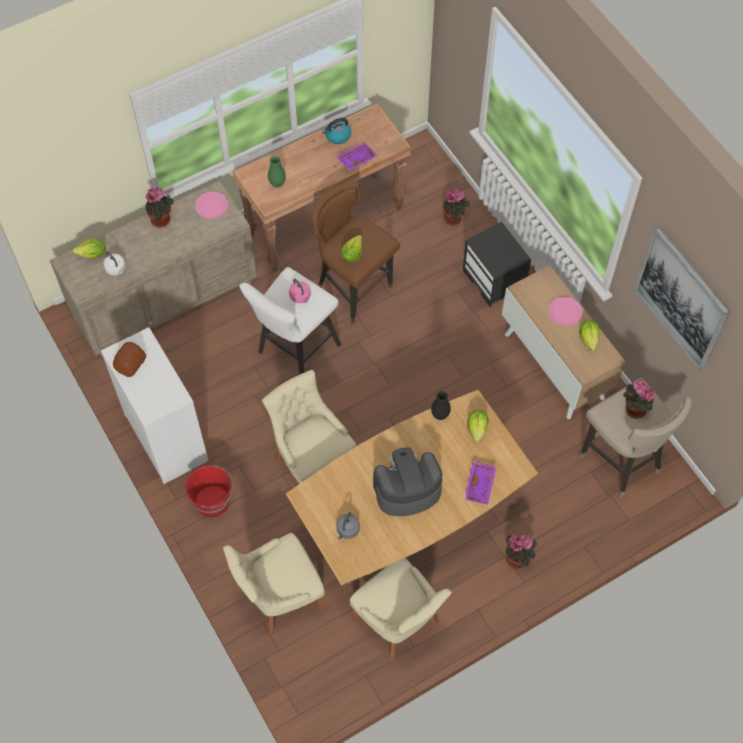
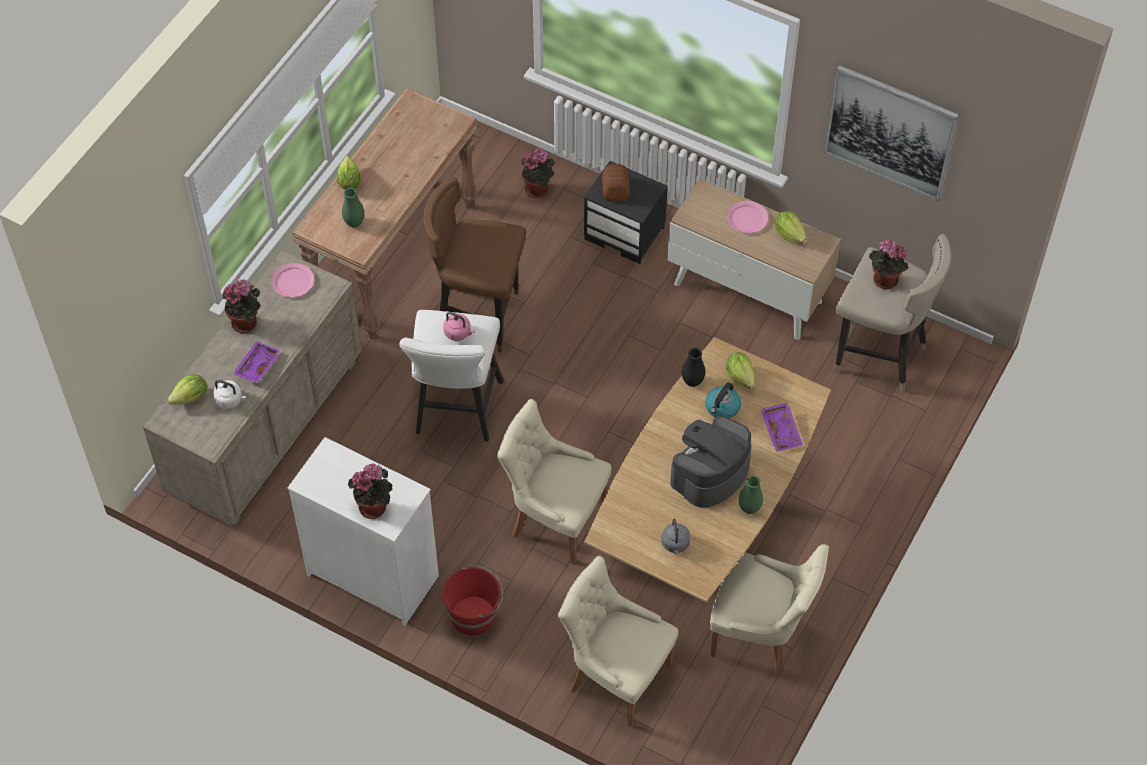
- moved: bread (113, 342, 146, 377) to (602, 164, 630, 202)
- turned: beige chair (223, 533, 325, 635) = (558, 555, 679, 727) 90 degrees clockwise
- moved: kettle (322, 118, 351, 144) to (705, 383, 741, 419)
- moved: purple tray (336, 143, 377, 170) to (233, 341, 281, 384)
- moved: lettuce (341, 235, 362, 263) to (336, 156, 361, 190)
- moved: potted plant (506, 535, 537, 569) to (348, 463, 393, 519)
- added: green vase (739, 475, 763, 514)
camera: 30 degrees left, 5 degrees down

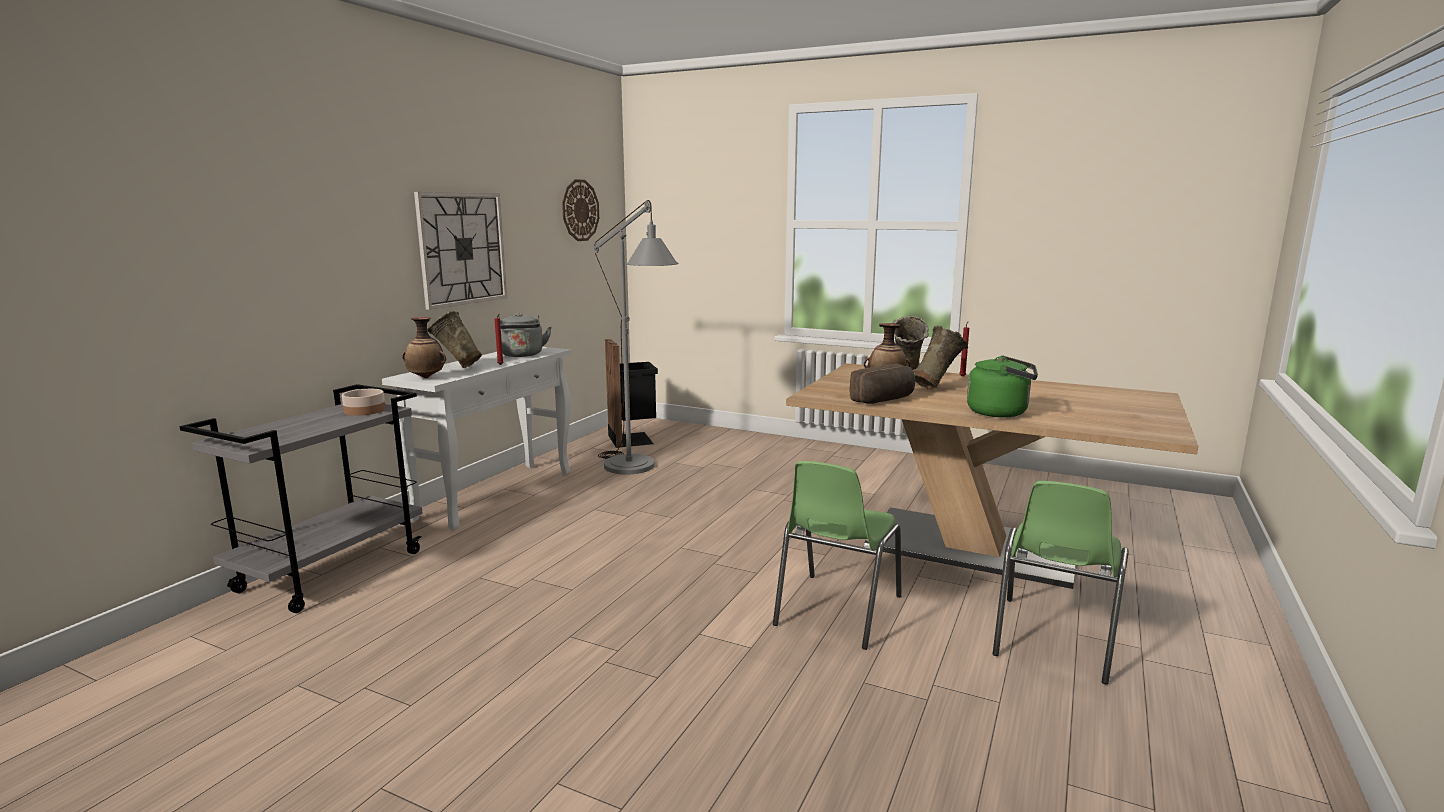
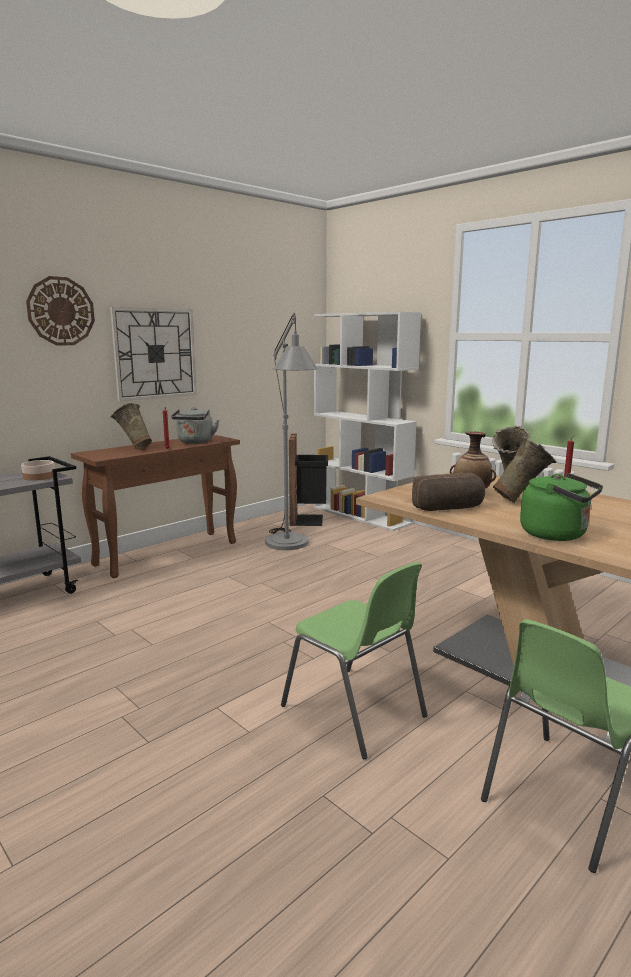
- recoloured: white console table (382, 347, 572, 530) to brown console table (71, 435, 240, 578)
- removed: vase (402, 317, 446, 378)
- moved: wall clock (562, 179, 599, 241) to (26, 276, 95, 346)
- turned: green chair (773, 461, 902, 650) = (281, 562, 428, 759) 90 degrees counterclockwise
- added: white bookcase (314, 312, 421, 531)
camera: 20 degrees right, 0 degrees up

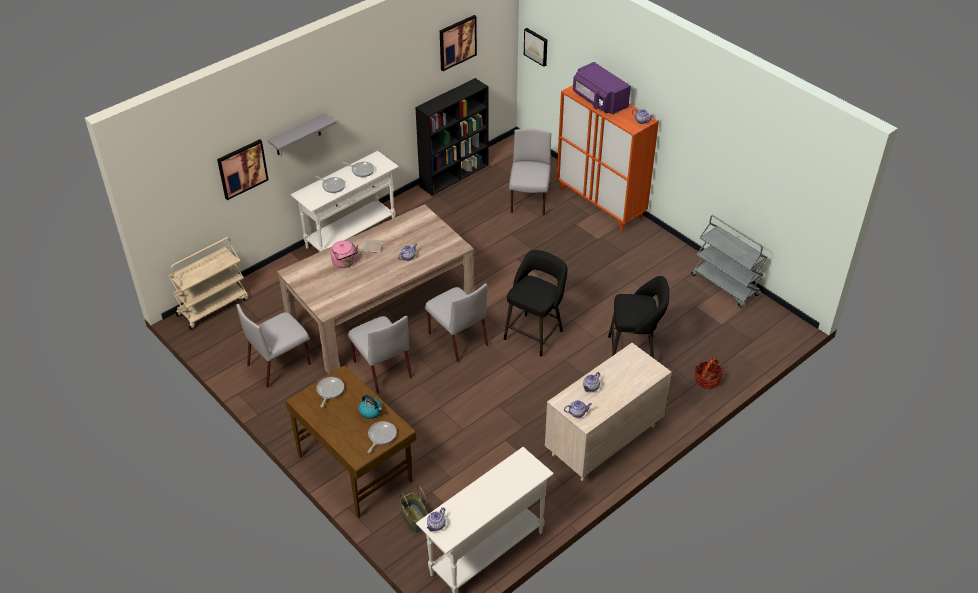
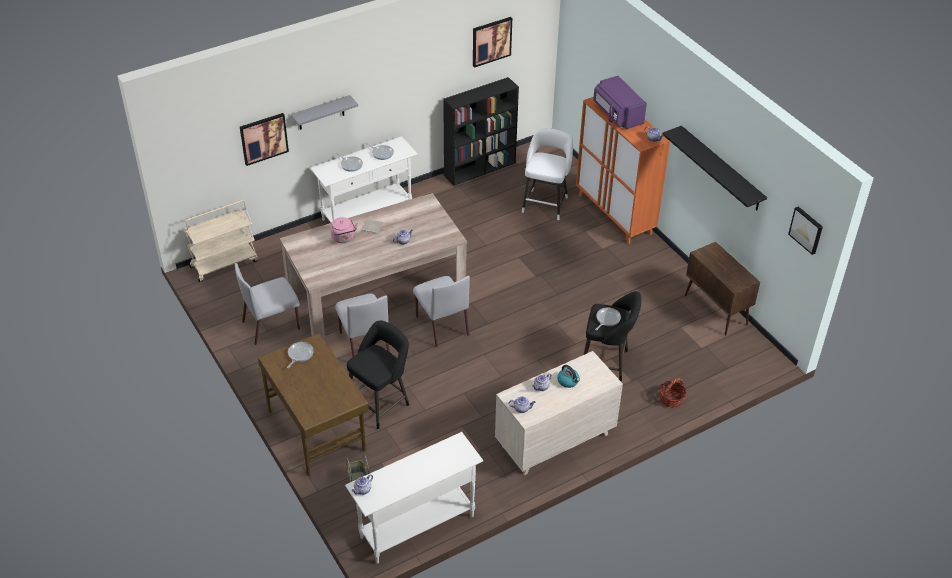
- moved: kettle (359, 395, 382, 419) to (557, 365, 580, 388)
- moved: frying pan (368, 421, 397, 453) to (595, 307, 621, 330)
- moved: black stool (504, 250, 567, 357) to (347, 320, 409, 429)
- replaced: grey chair (509, 129, 551, 216) to white stool (522, 128, 573, 220)
- moved: picture (524, 28, 547, 67) to (788, 207, 823, 255)
- replaced: grey cart (691, 215, 768, 307) to brown cabinet (685, 242, 760, 336)
- added: black shelf (662, 126, 767, 210)
camera: 10 degrees right, 0 degrees up

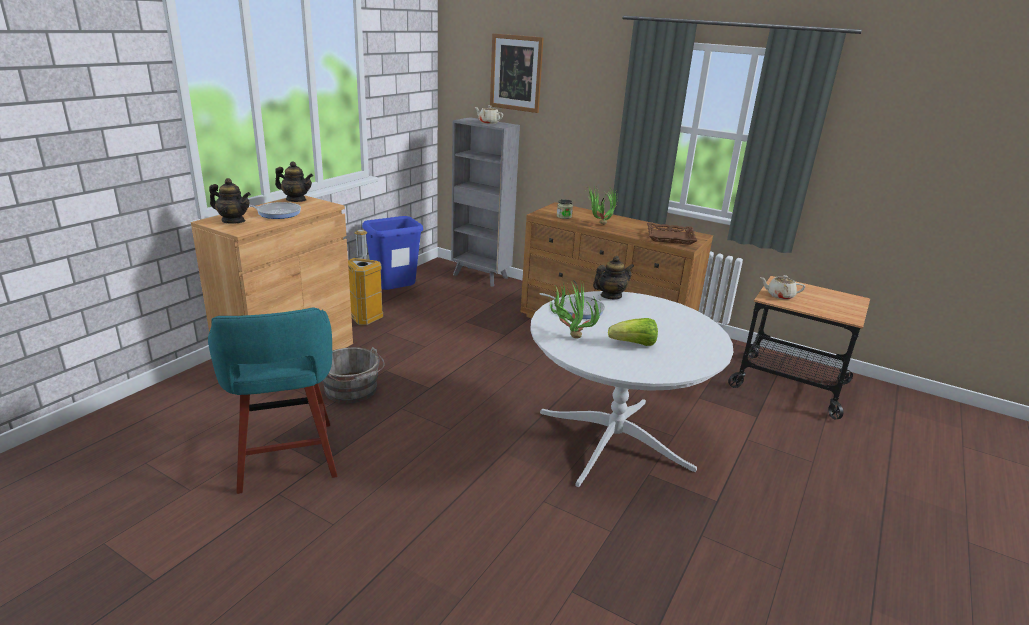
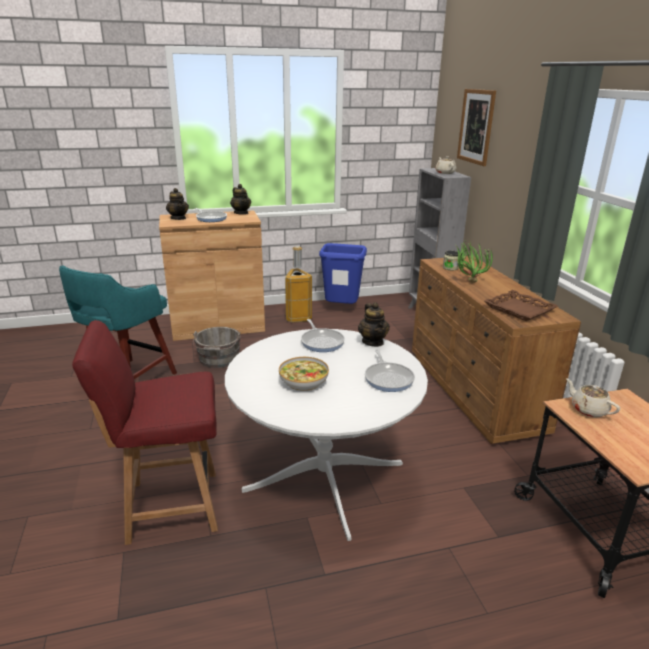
- removed: potted plant (549, 280, 601, 339)
- turned: teapot (593, 256, 634, 300) = (358, 302, 390, 347) 60 degrees clockwise
- replaced: lettuce (608, 318, 658, 346) to bowl (279, 357, 329, 391)
- added: red chair (72, 320, 218, 545)
- added: frying pan (365, 349, 415, 392)
camera: 45 degrees right, 0 degrees up

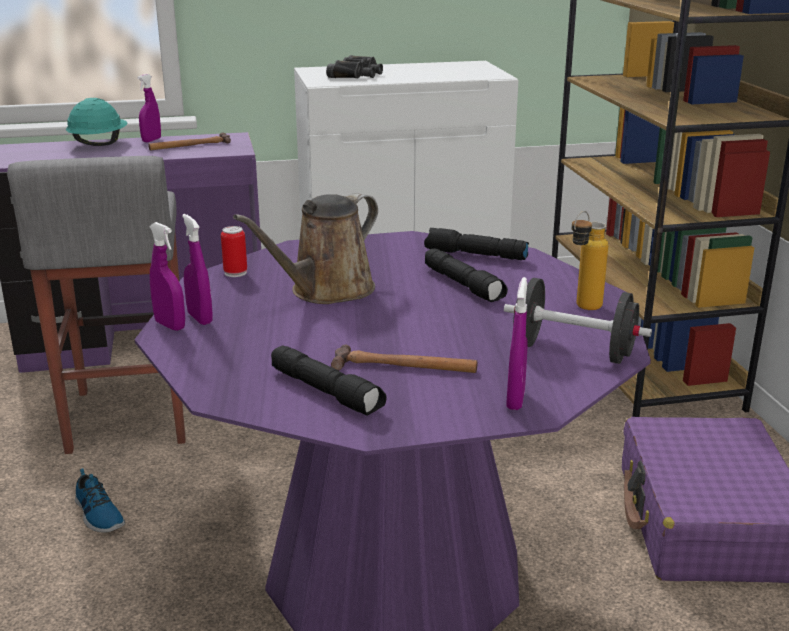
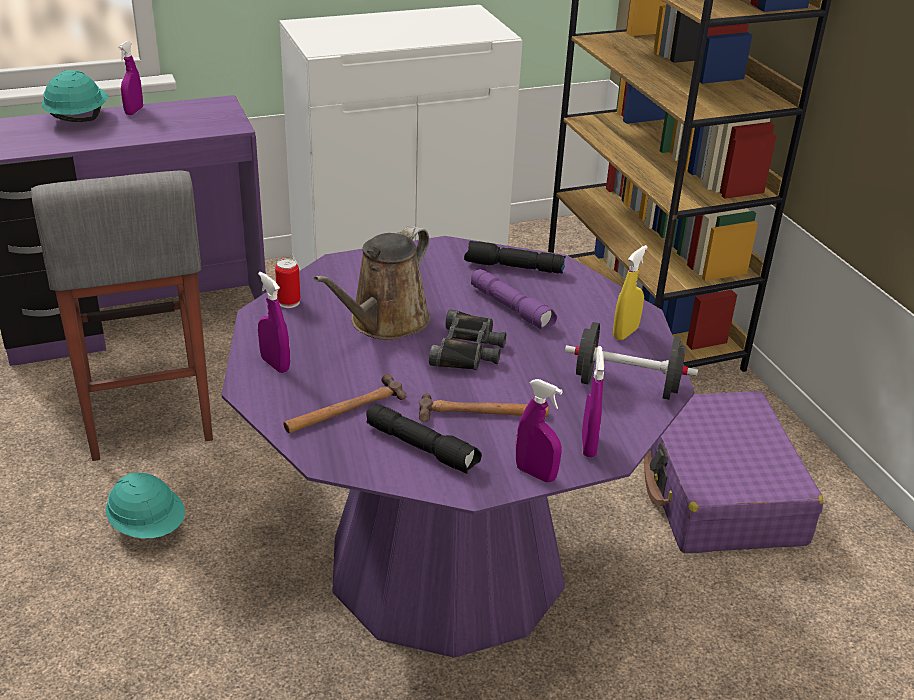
- replaced: shoe (75, 468, 125, 533) to turquoise hard hat (106, 472, 185, 538)
- moved: hammer (148, 132, 231, 151) to (284, 374, 406, 433)
- moved: purple spray bottle (149, 222, 185, 331) to (516, 379, 563, 482)
- moved: black binoculars (326, 55, 383, 78) to (429, 309, 506, 370)
- recoloured: black flashlight (425, 248, 508, 302) to purple flashlight (471, 269, 557, 330)
- replaced: bottle (571, 211, 608, 310) to yellow spray bottle (613, 245, 648, 340)
camera: 10 degrees left, 10 degrees up

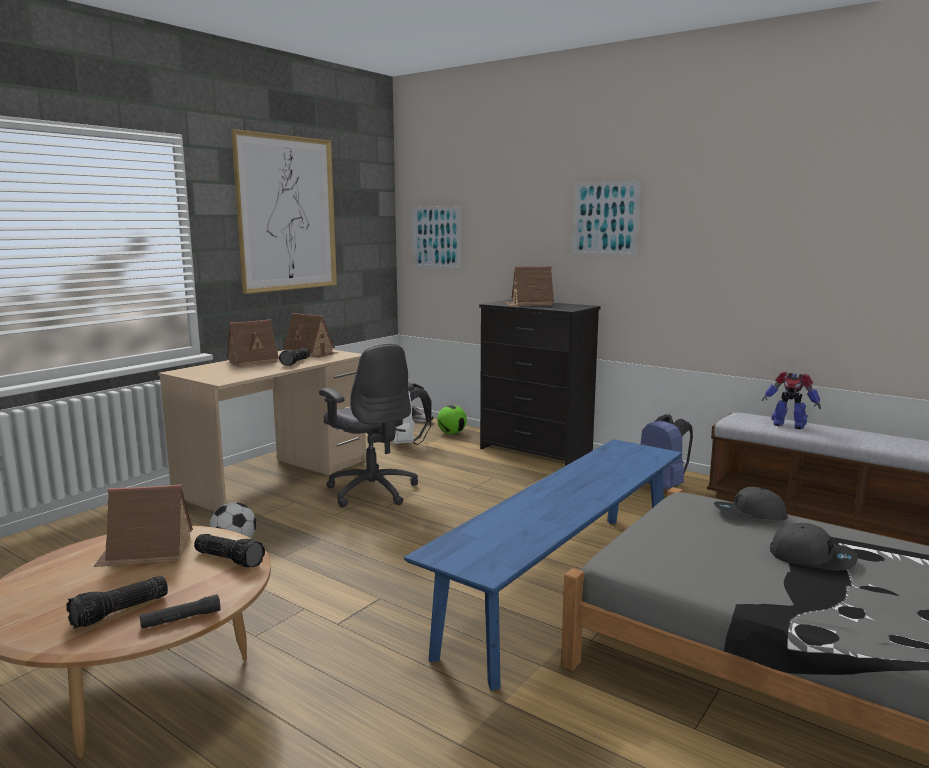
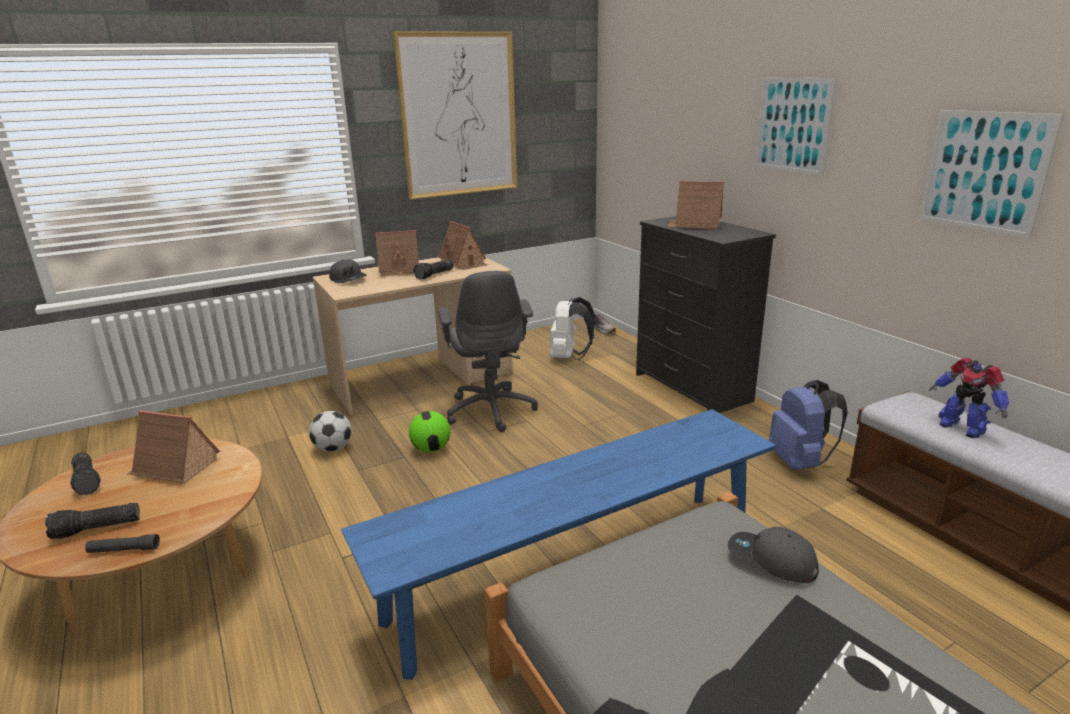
- moved: flashlight (194, 534, 265, 568) to (71, 452, 101, 495)
- moved: picture (413, 206, 461, 269) to (919, 110, 1064, 238)
- moved: football (437, 405, 467, 434) to (409, 411, 450, 453)
- moved: grey cap (770, 523, 858, 570) to (329, 260, 366, 283)
camera: 25 degrees right, 10 degrees up

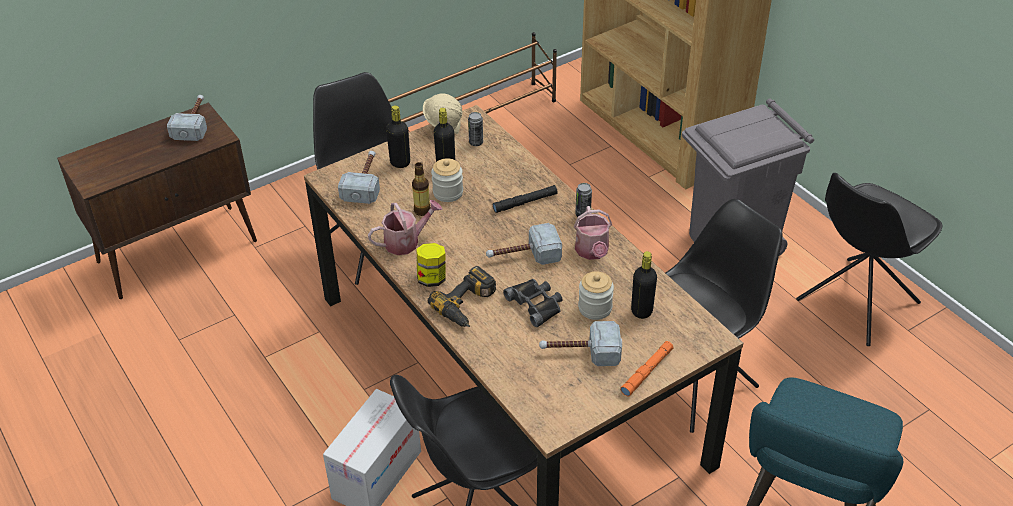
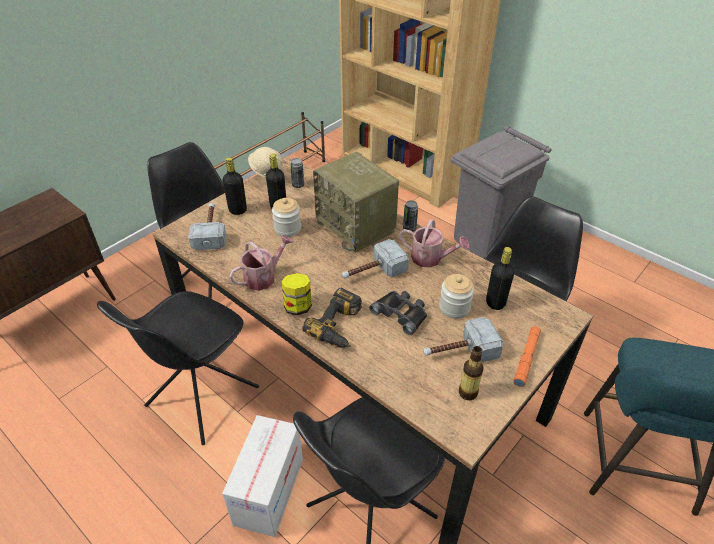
- removed: hammer (167, 95, 207, 141)
- moved: bottle (412, 162, 431, 216) to (459, 346, 484, 400)
- replaced: black flashlight (493, 185, 558, 213) to radio (313, 152, 399, 253)
- turned: watering can (574, 206, 612, 260) = (399, 220, 469, 268) 45 degrees counterclockwise
- moved: black chair (796, 173, 942, 346) to (97, 291, 259, 445)
camera: 15 degrees left, 0 degrees up

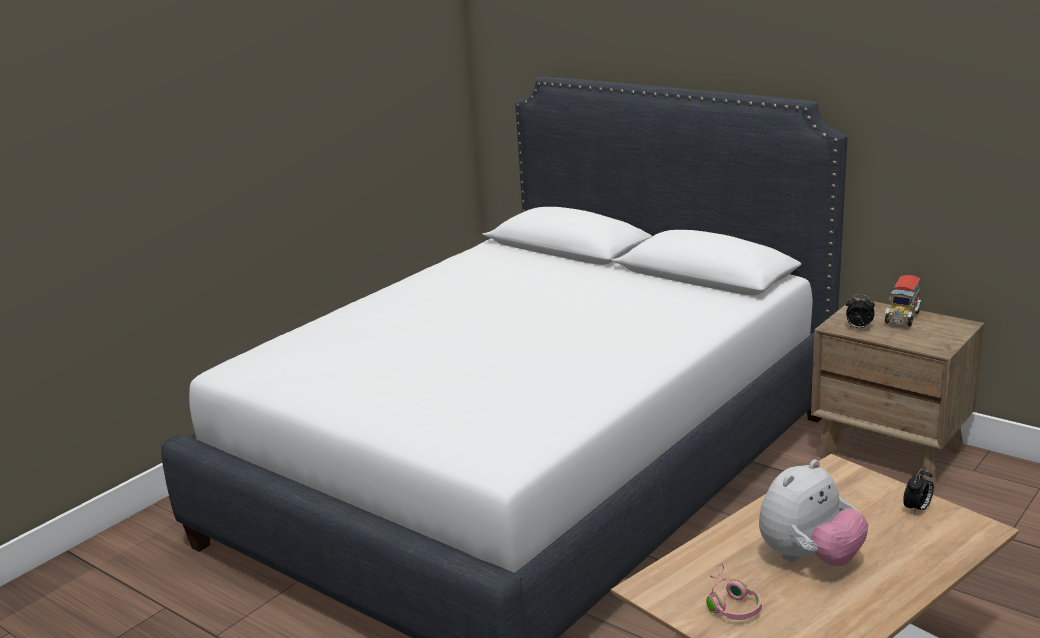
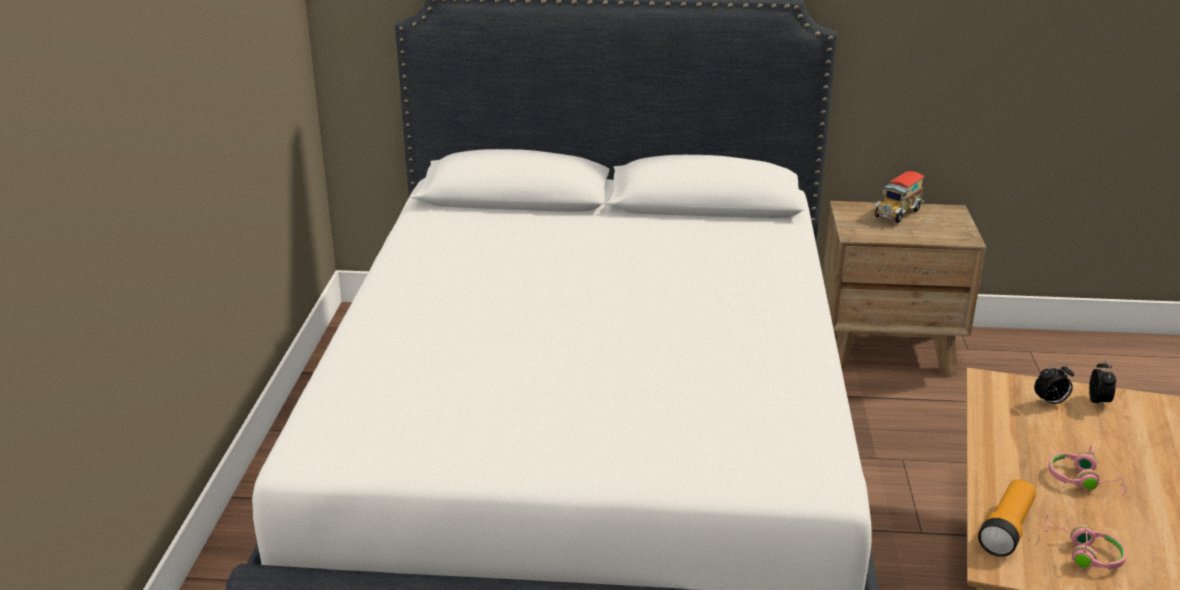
- replaced: plush toy (759, 460, 868, 566) to pink headphones (1048, 445, 1126, 495)
- moved: alarm clock (846, 294, 875, 329) to (1034, 363, 1074, 405)
- turned: toy truck (885, 275, 922, 327) = (874, 171, 925, 223) 45 degrees clockwise
- added: flashlight (978, 479, 1036, 557)
camera: 35 degrees left, 5 degrees up

